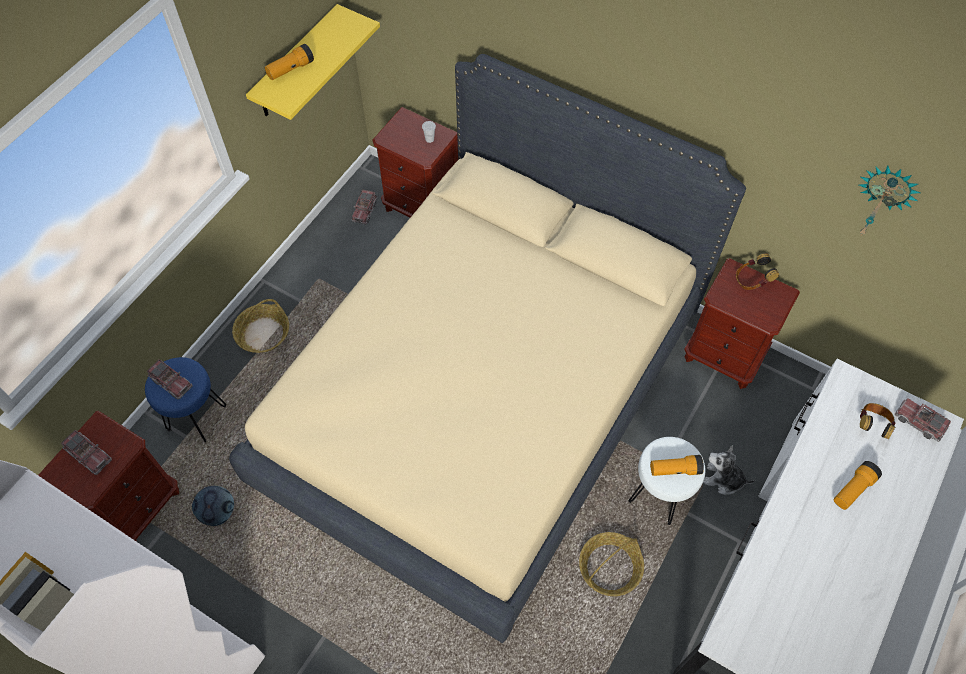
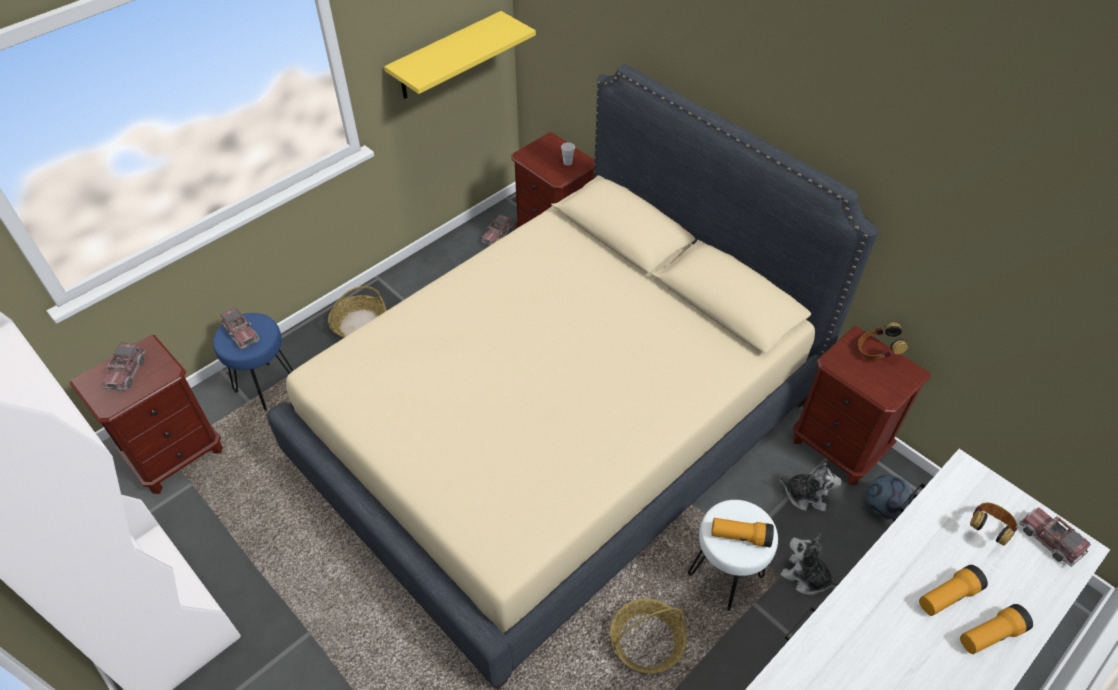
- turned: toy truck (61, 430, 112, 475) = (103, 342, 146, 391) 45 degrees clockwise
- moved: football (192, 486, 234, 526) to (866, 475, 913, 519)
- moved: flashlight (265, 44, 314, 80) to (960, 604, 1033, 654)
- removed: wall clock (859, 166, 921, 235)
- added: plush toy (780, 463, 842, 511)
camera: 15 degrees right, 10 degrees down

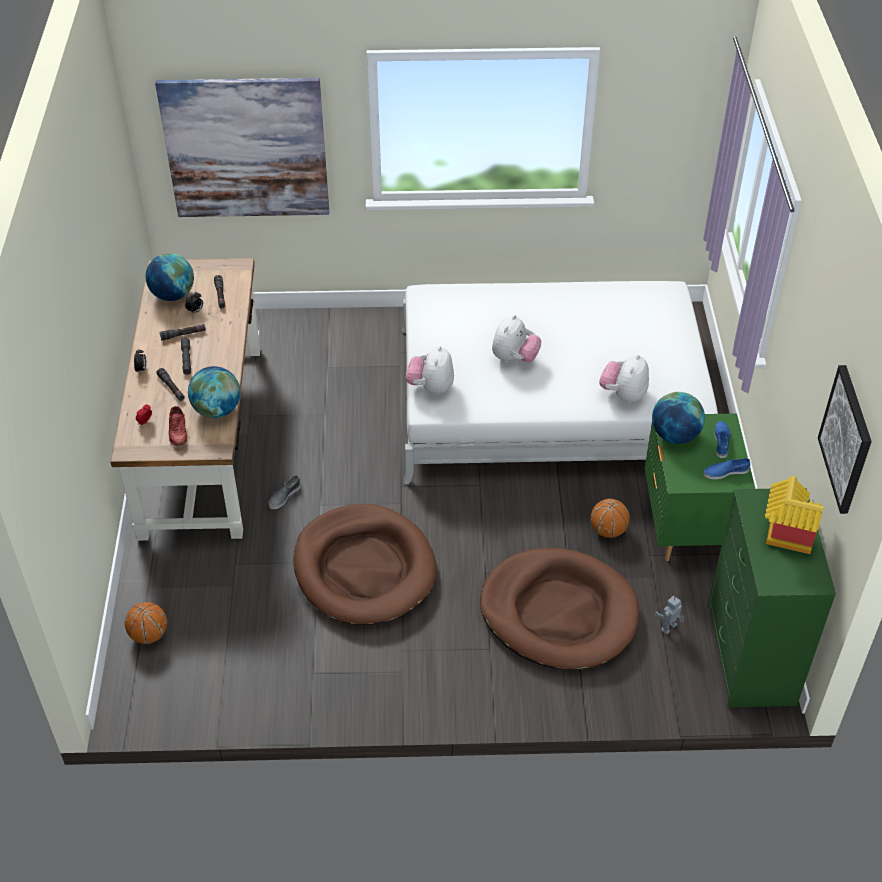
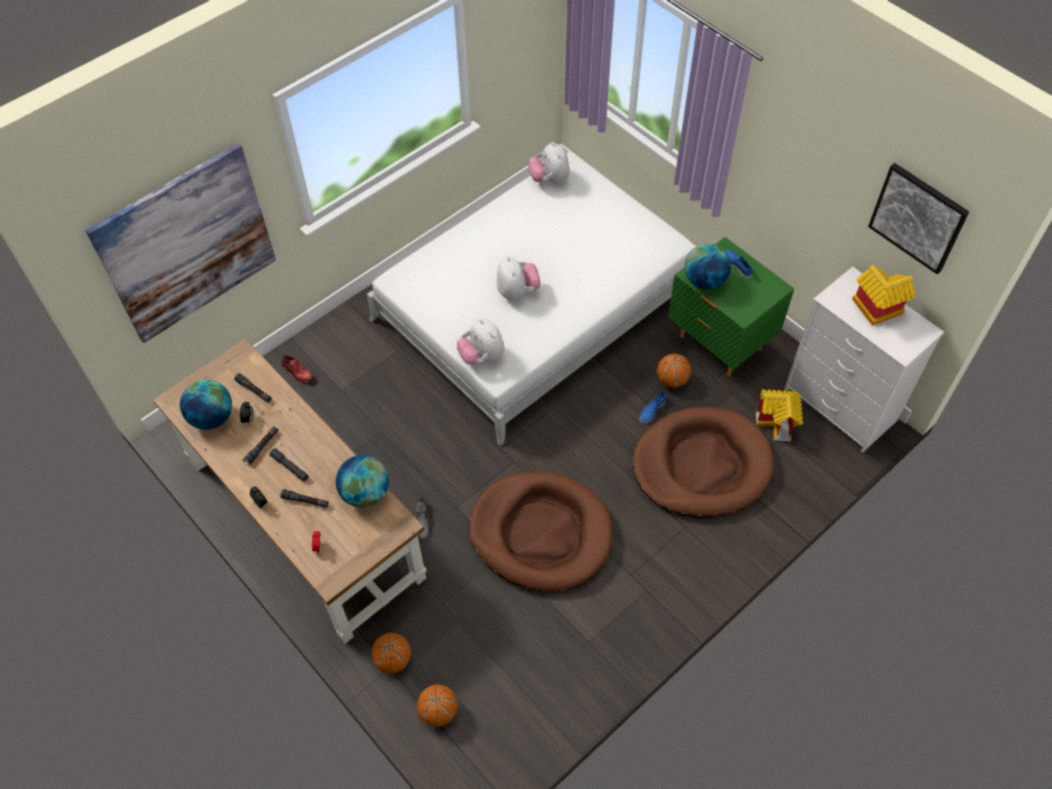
- moved: red shoe (169, 406, 188, 446) to (282, 355, 313, 383)
- moved: plush toy (599, 354, 649, 403) to (528, 142, 570, 183)
- replaced: toy robot (656, 596, 684, 635) to toy house (756, 389, 803, 441)
- moved: blue shoe (703, 458, 750, 479) to (640, 392, 666, 424)
- recoloured: green dresser (708, 488, 836, 707) to white dresser (784, 267, 944, 453)
- added: basketball (371, 633, 411, 674)
camera: 40 degrees left, 10 degrees up

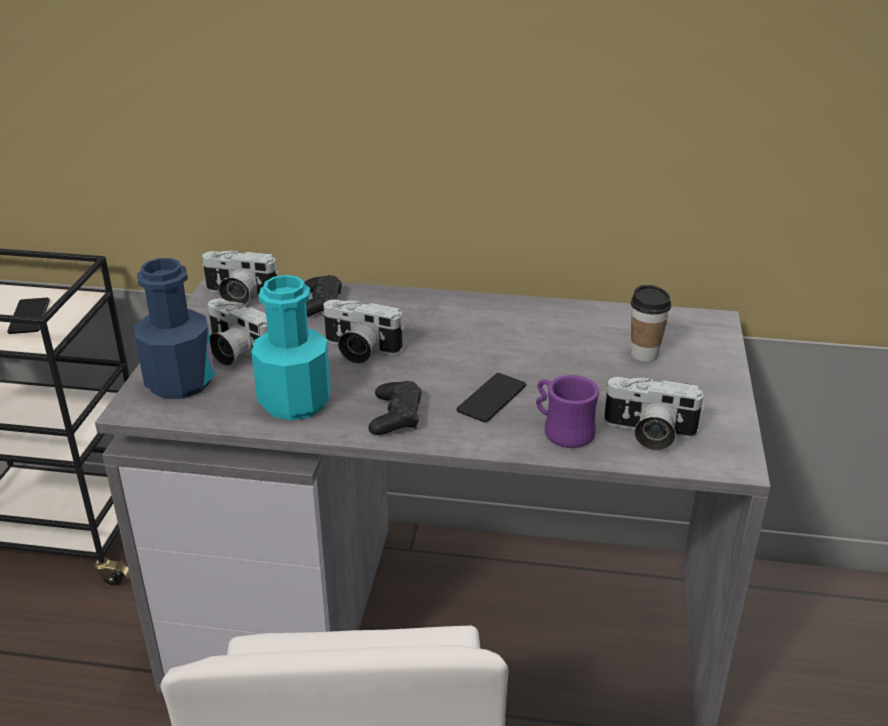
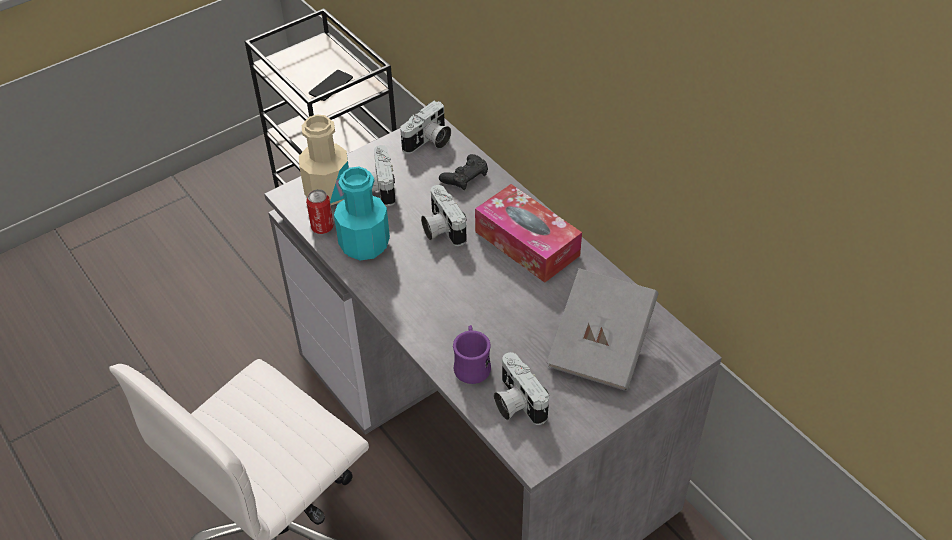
- recoloured: blue bottle (134, 258, 215, 399) to beige bottle (299, 115, 349, 205)
- turned: photo camera (202, 250, 279, 305) = (400, 101, 451, 154) 105 degrees counterclockwise
- removed: black game controller (368, 381, 422, 435)
- removed: phone (456, 373, 526, 422)
- replaced: cup (631, 285, 671, 362) to grey book (547, 268, 658, 391)
- added: can (306, 189, 334, 234)
- added: tissue box (475, 184, 582, 283)
camera: 45 degrees right, 15 degrees up

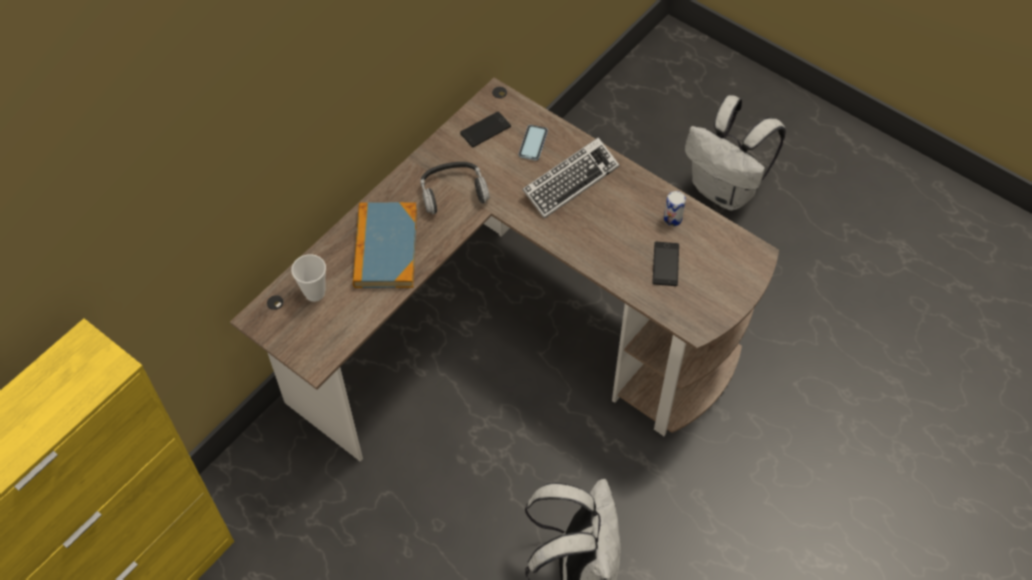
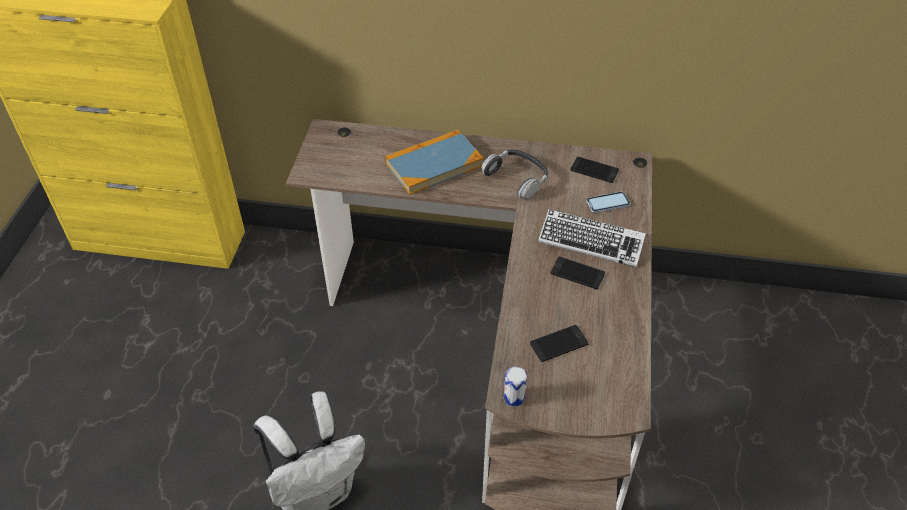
- removed: cup (291, 254, 326, 302)
- moved: can (664, 191, 686, 226) to (504, 367, 527, 406)
- removed: white backpack (685, 95, 786, 211)
- added: phone (550, 257, 605, 290)
camera: 60 degrees right, 10 degrees down

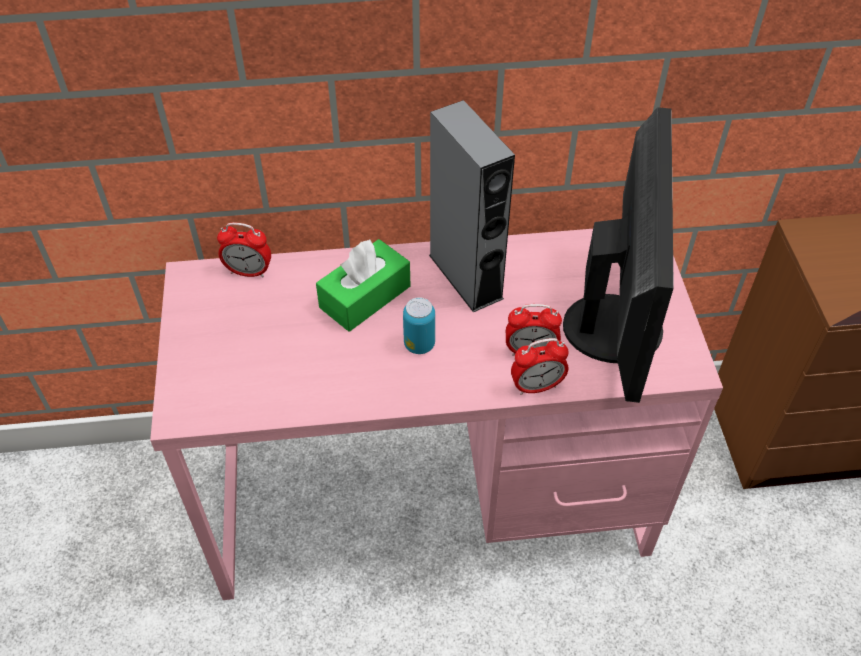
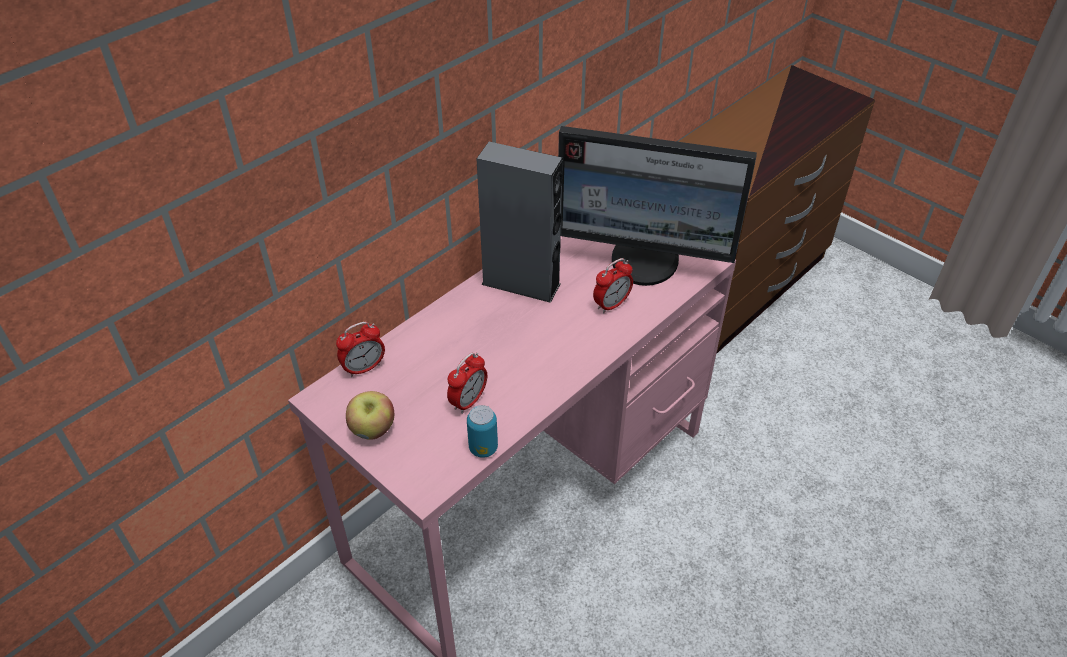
- removed: green tissue box (316, 239, 410, 332)
- moved: can (403, 297, 435, 354) to (467, 405, 498, 458)
- moved: alarm clock (511, 338, 569, 395) to (447, 353, 487, 414)
- turned: monitor (563, 107, 674, 403) = (558, 126, 757, 286) 135 degrees clockwise
- added: apple (346, 391, 394, 440)
camera: 40 degrees left, 5 degrees down

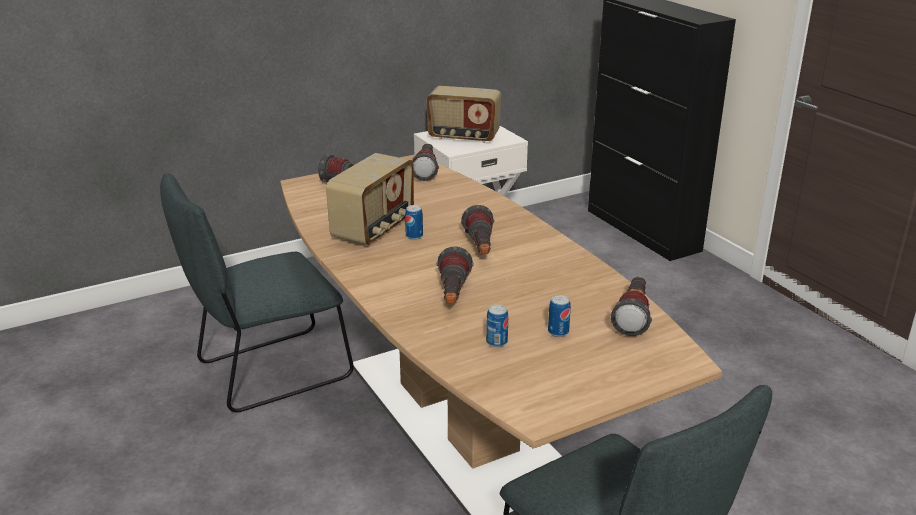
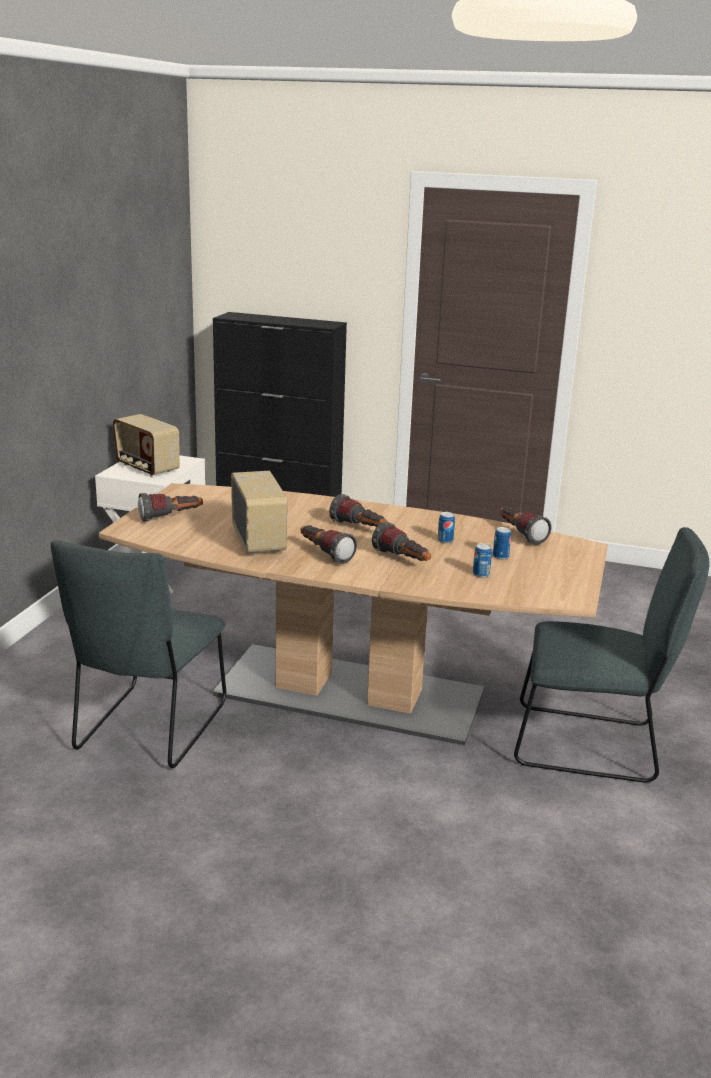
- moved: can (405, 205, 423, 240) to (438, 512, 455, 543)
- moved: flashlight (412, 144, 439, 181) to (300, 525, 357, 564)
- turned: radio (427, 86, 501, 143) = (113, 414, 180, 476) 75 degrees clockwise
camera: 45 degrees left, 5 degrees down

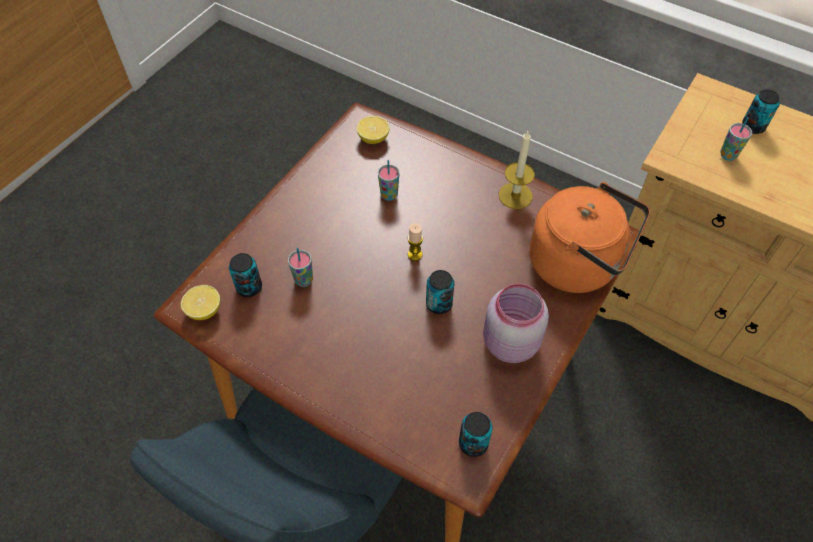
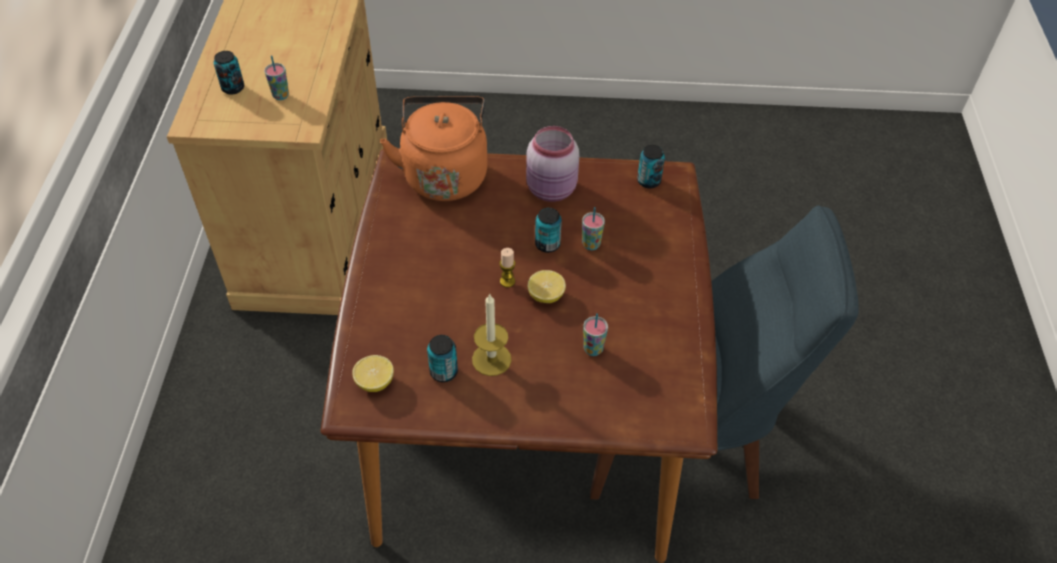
- moved: lemon (181, 285, 221, 320) to (528, 270, 566, 303)
- moved: can (229, 253, 262, 297) to (427, 335, 458, 382)
- moved: cup (378, 160, 399, 201) to (582, 207, 605, 250)
- moved: candle (499, 131, 535, 209) to (472, 293, 511, 376)
camera: 120 degrees left, 5 degrees down

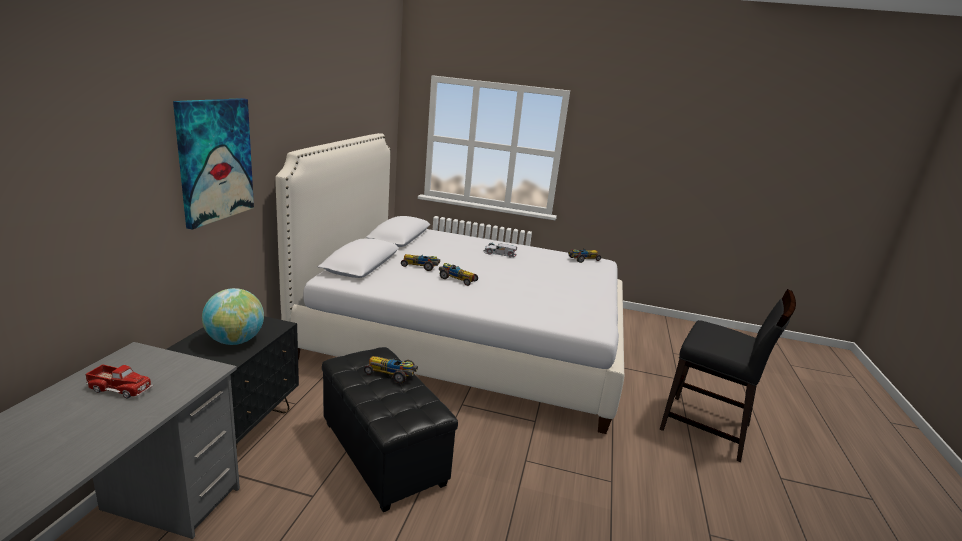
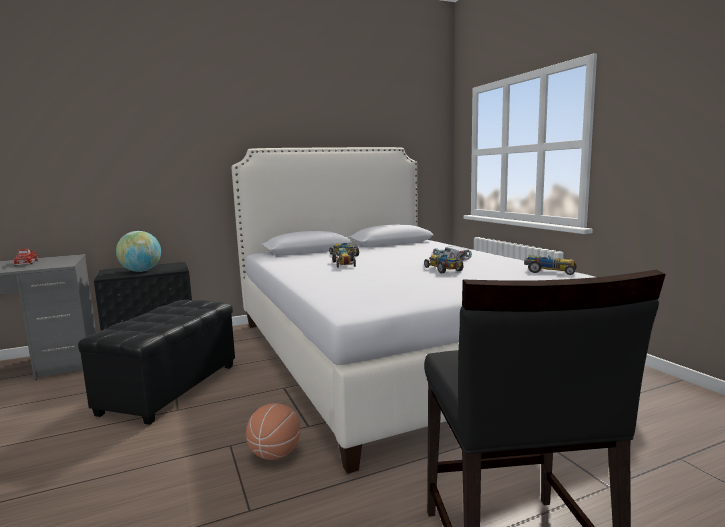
- removed: picture (173, 98, 254, 230)
- moved: toy car (364, 356, 418, 384) to (424, 255, 463, 273)
- added: basketball (246, 403, 300, 460)
camera: 55 degrees right, 10 degrees down

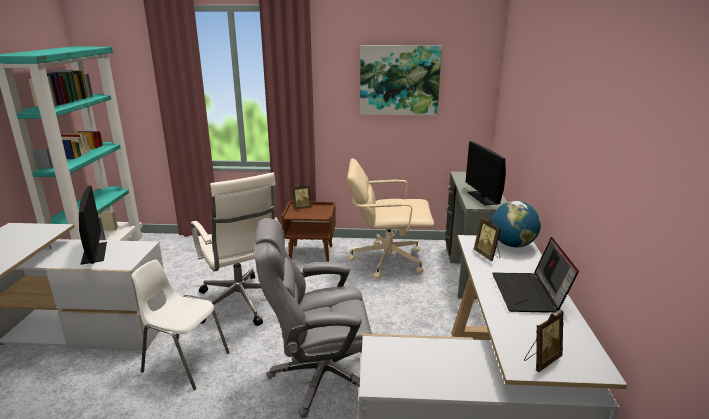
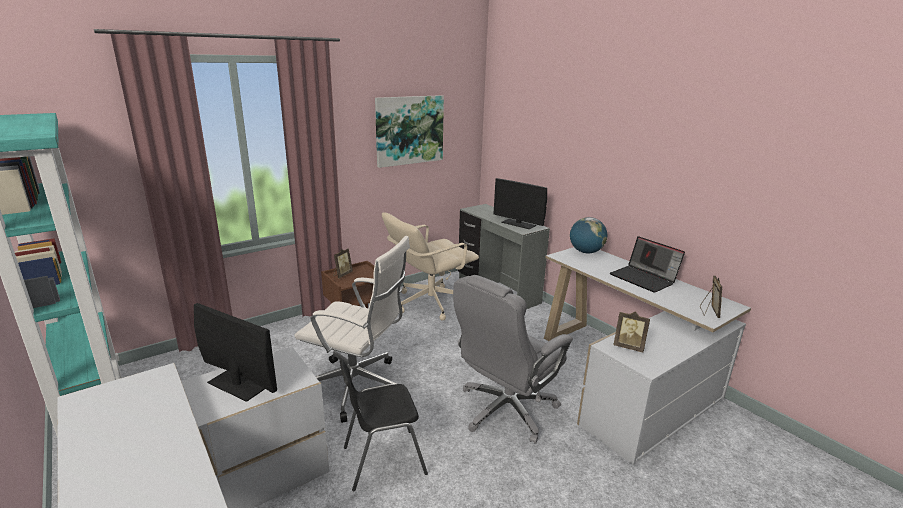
- recoloured: white chair (131, 260, 230, 390) to black chair (339, 360, 428, 492)
- moved: picture frame (474, 218, 501, 261) to (613, 311, 650, 352)
camera: 40 degrees left, 0 degrees up

